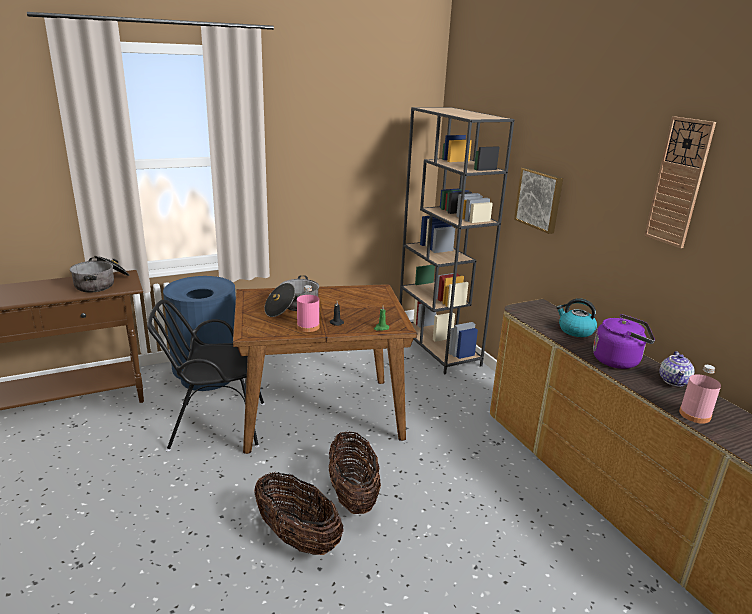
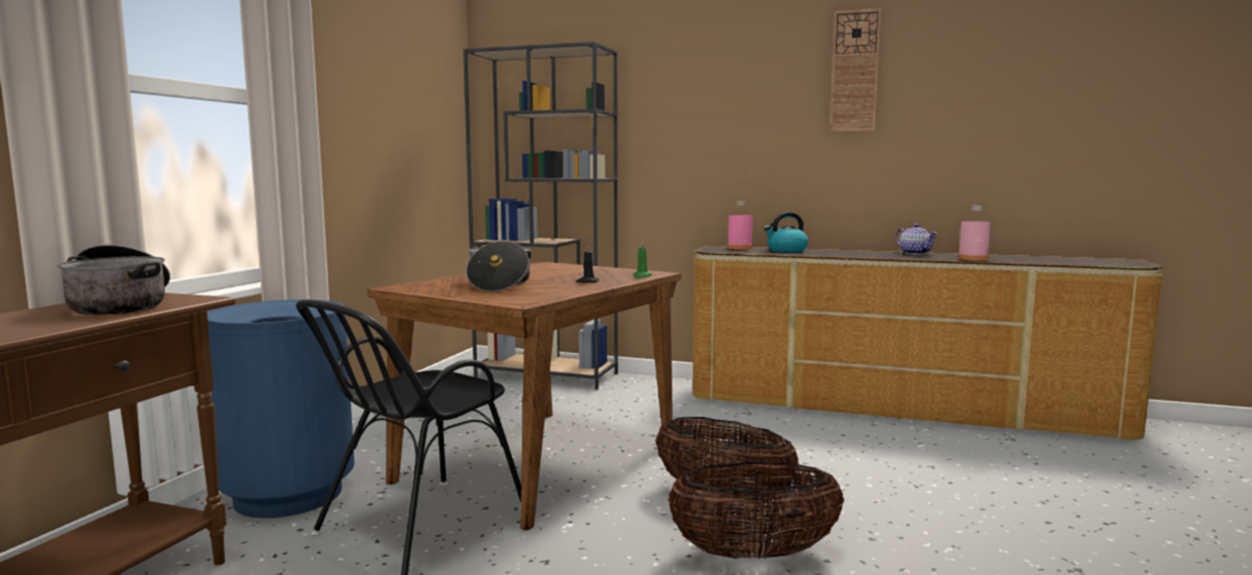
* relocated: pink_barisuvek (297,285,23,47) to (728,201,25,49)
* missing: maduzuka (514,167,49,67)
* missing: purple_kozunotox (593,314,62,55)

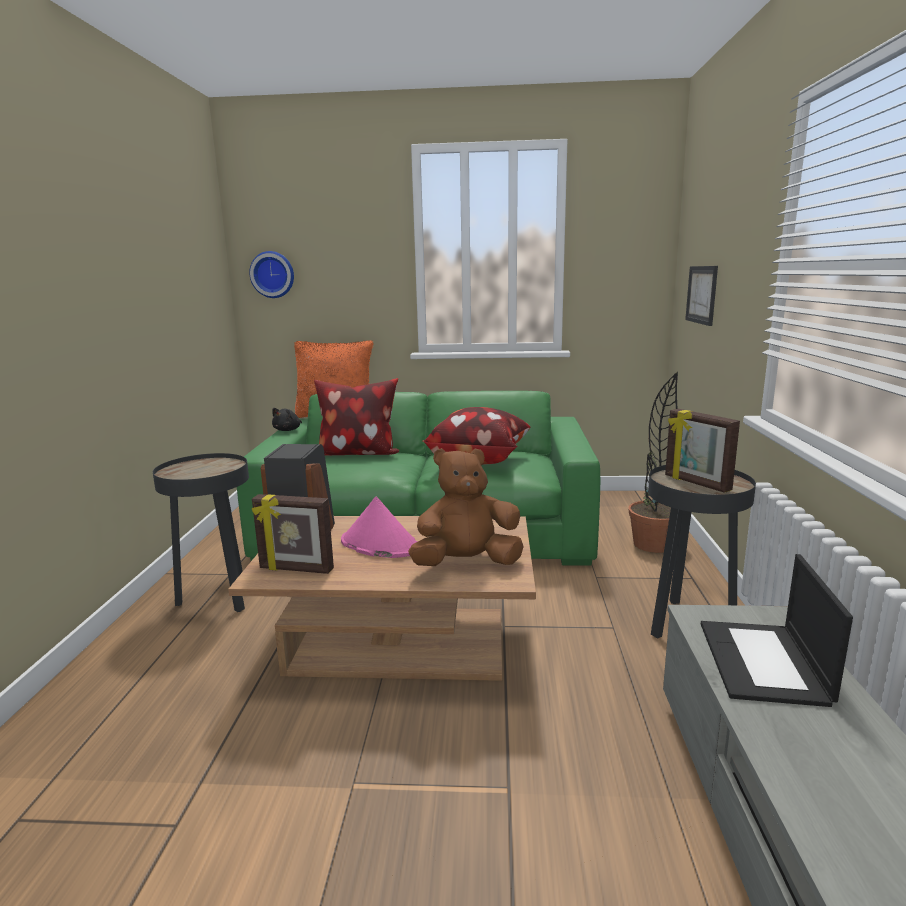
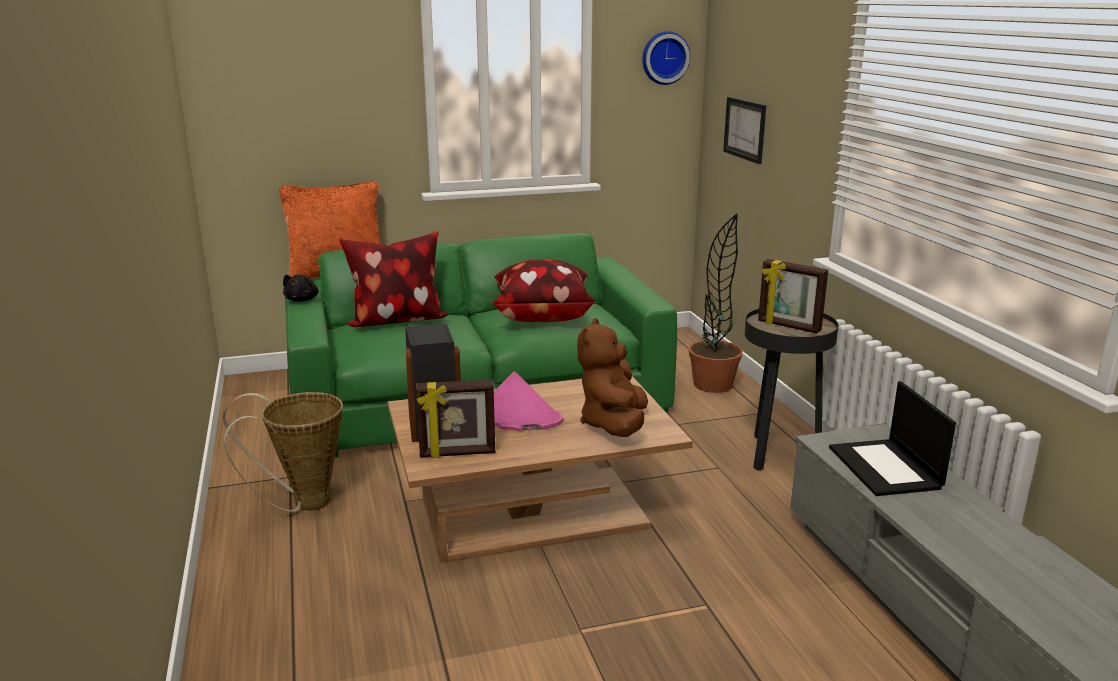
* exchanged: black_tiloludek (153,453,96,159) to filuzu (223,392,120,120)
* spun: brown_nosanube (408,448,116,118) = (577,318,71,119) 45 degrees counterclockwise
* relocated: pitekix (249,251,45,47) to (642,31,48,54)

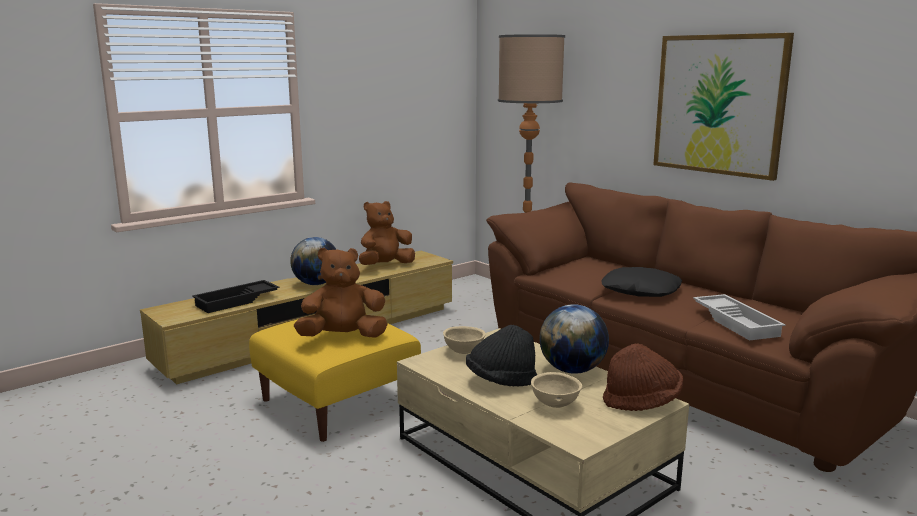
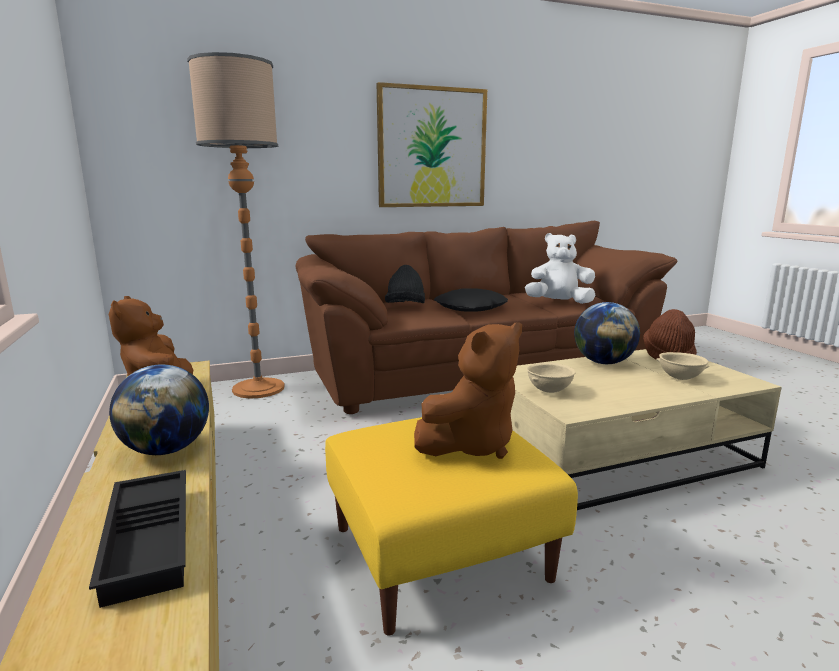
* relocated: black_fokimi (466,325,71,62) to (385,265,40,38)
* spun: brown_nosanube (294,248,94,89) = (414,322,108,137) 135 degrees counterclockwise
* exchanged: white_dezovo (693,294,93,46) to white_nosanube (525,233,70,71)

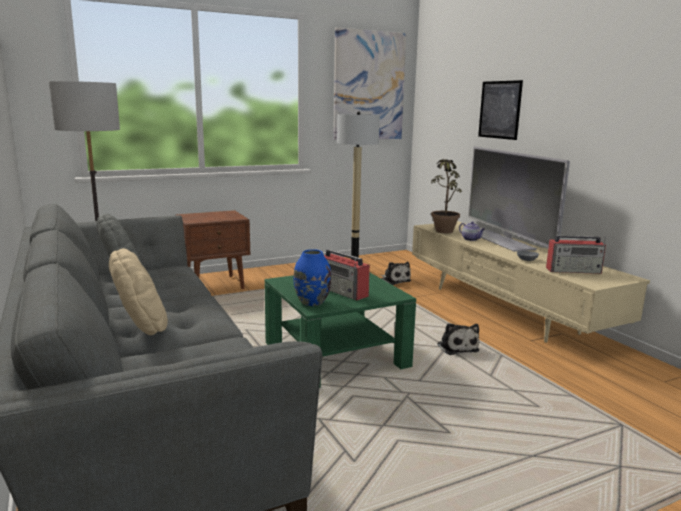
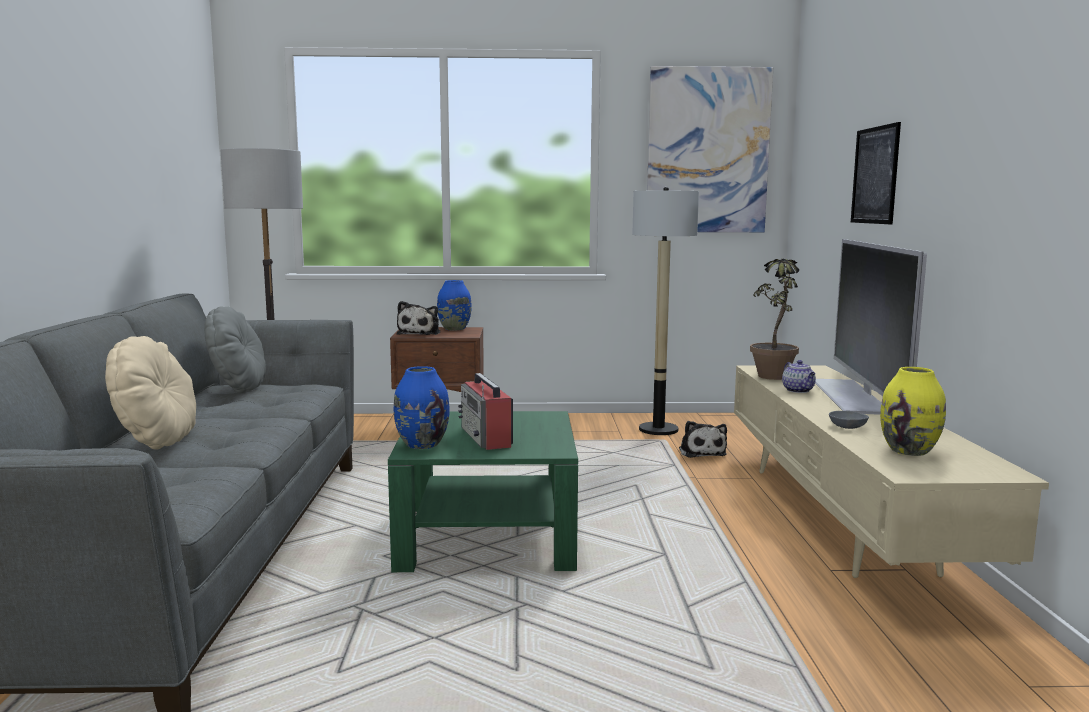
* relocated: nosanube (437,323,42,32) to (397,301,44,34)
* appeared: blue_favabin (437,280,35,50)
* exchanged: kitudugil (546,235,60,39) to yellow_favabin (880,367,66,89)

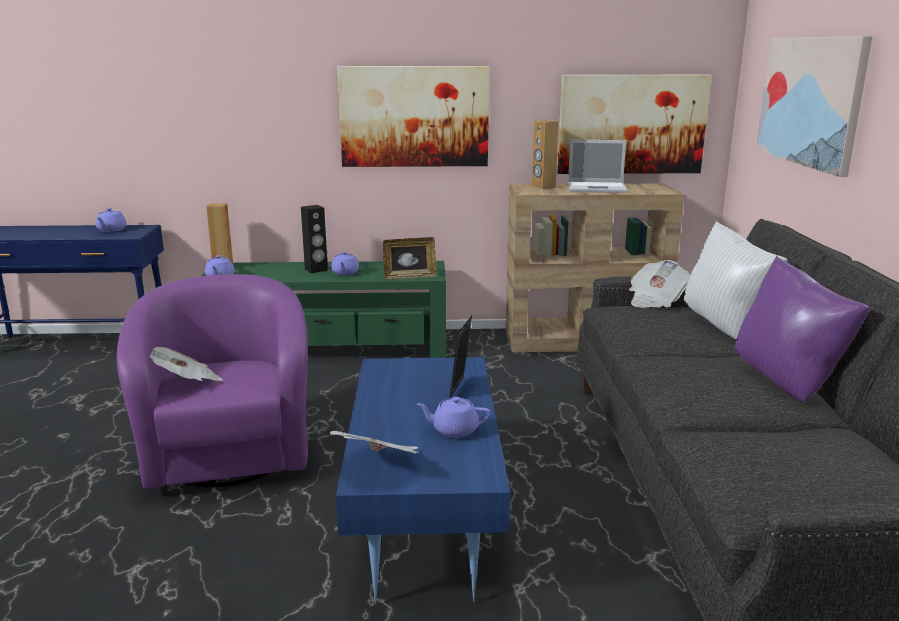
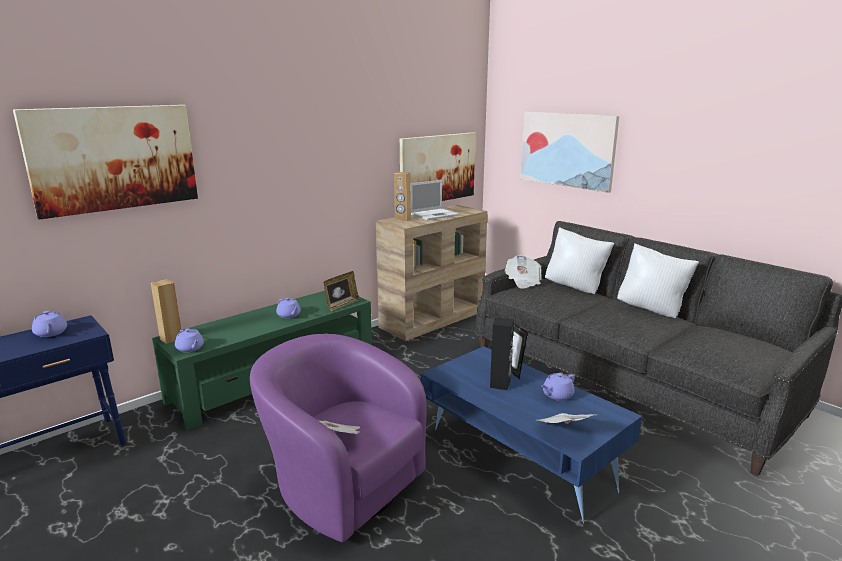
* relocated: maduzuka (337,66,152,101) to (13,105,185,115)
* relocated: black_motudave (301,205,27,68) to (490,317,24,73)
* colour: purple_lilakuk (734,256,136,146) to white_lilakuk (617,243,82,75)

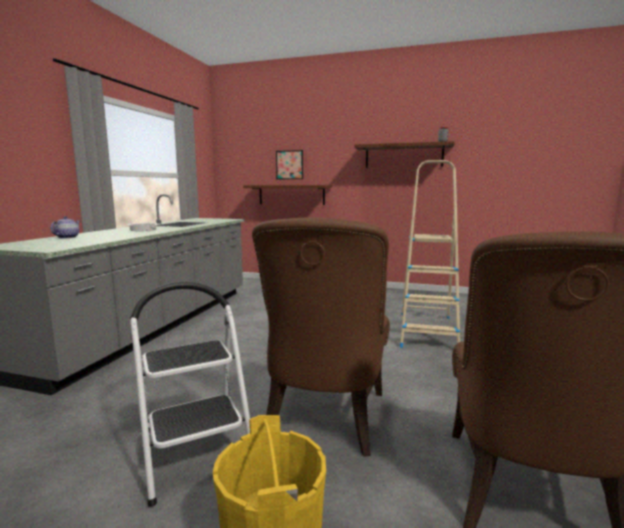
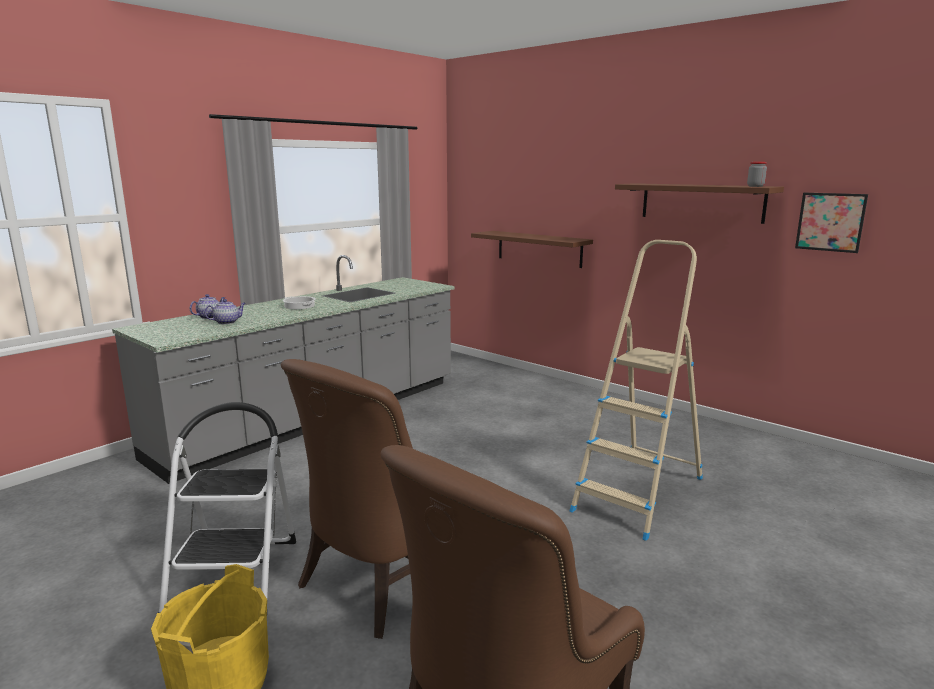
* appeared: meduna (204,299,42,25)
* relocated: maduzuka (276,150,27,29) to (795,193,73,60)

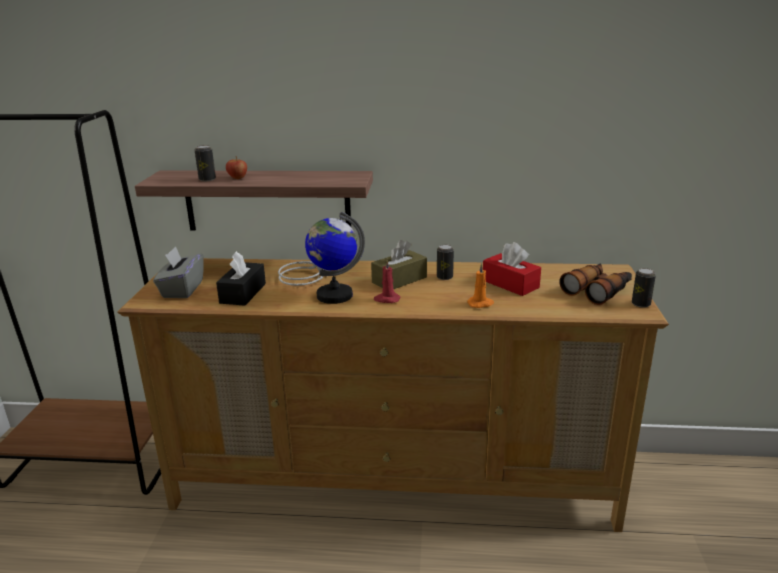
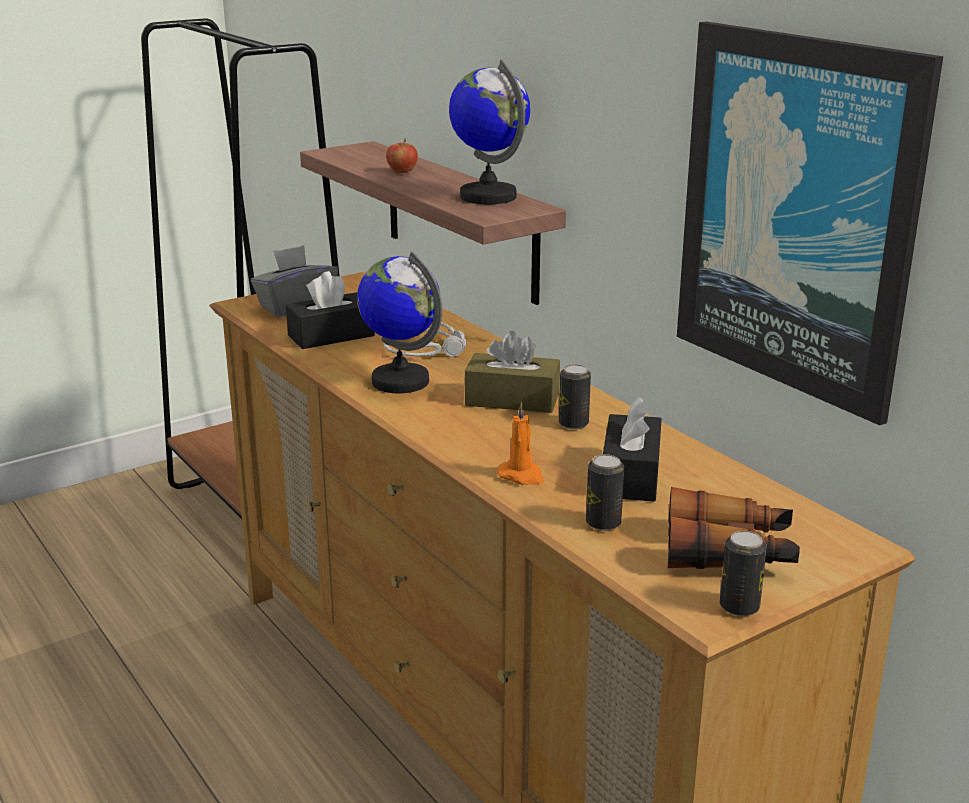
* appeared: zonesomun (449,60,81,144)
* relocated: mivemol (195,145,21,36) to (586,454,38,77)
* colour: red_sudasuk (483,242,58,54) to black_sudasuk (603,397,59,105)
* appeared: maduzuka (677,21,266,404)
* missing: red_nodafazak (374,259,26,44)

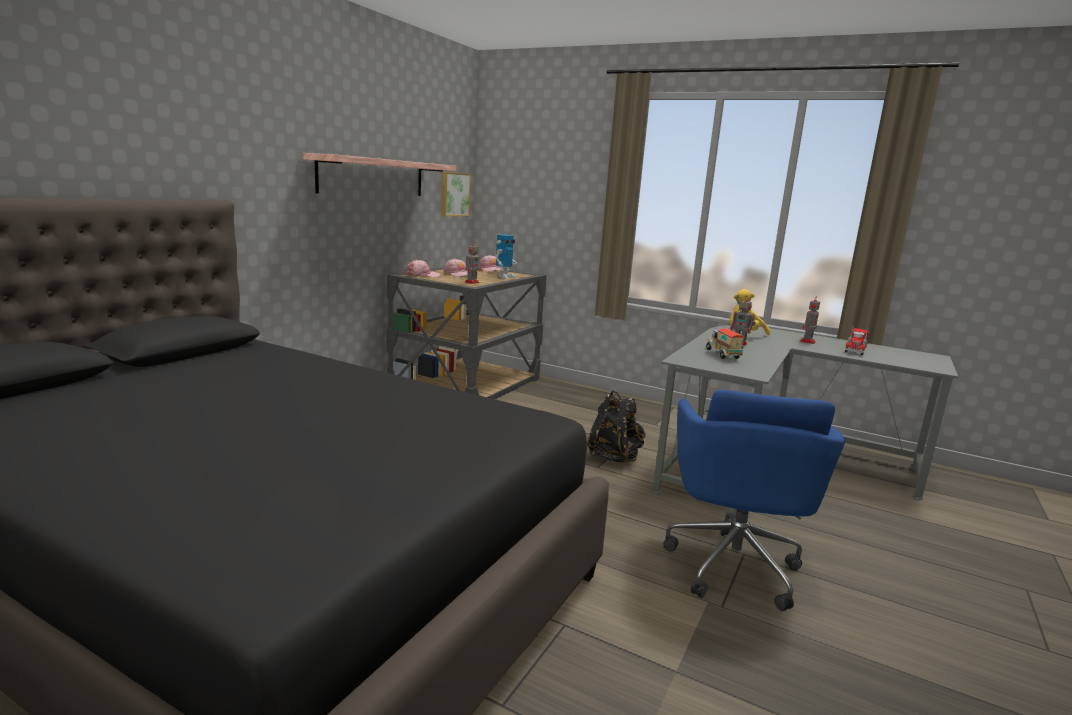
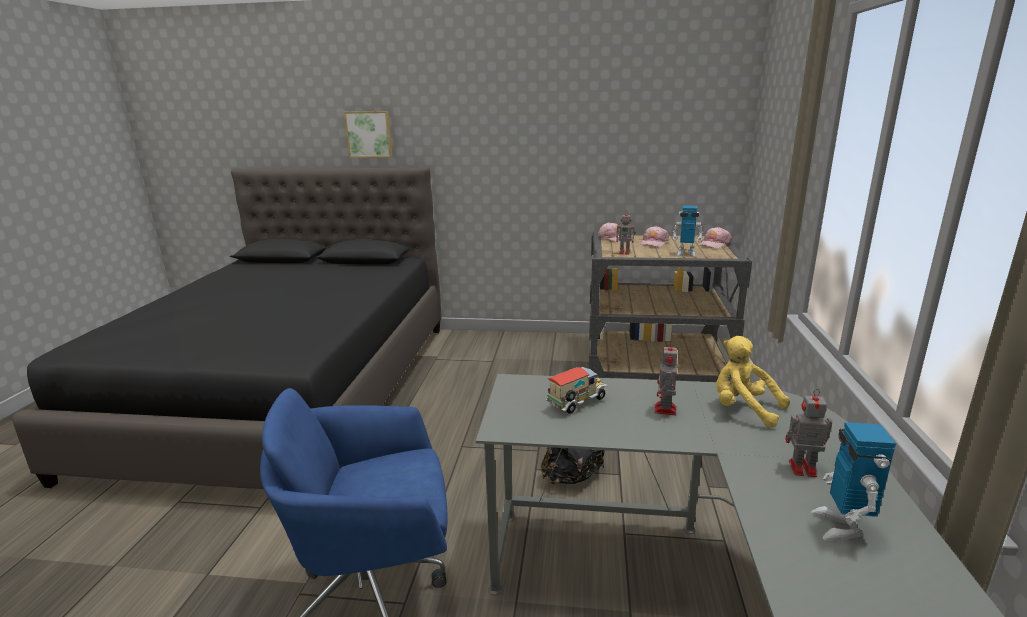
* relocated: maduzuka (441,172,30,45) to (344,111,49,47)
* exchanged: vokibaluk (845,325,24,30) to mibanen (810,422,86,120)
* missing: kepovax (303,153,153,43)

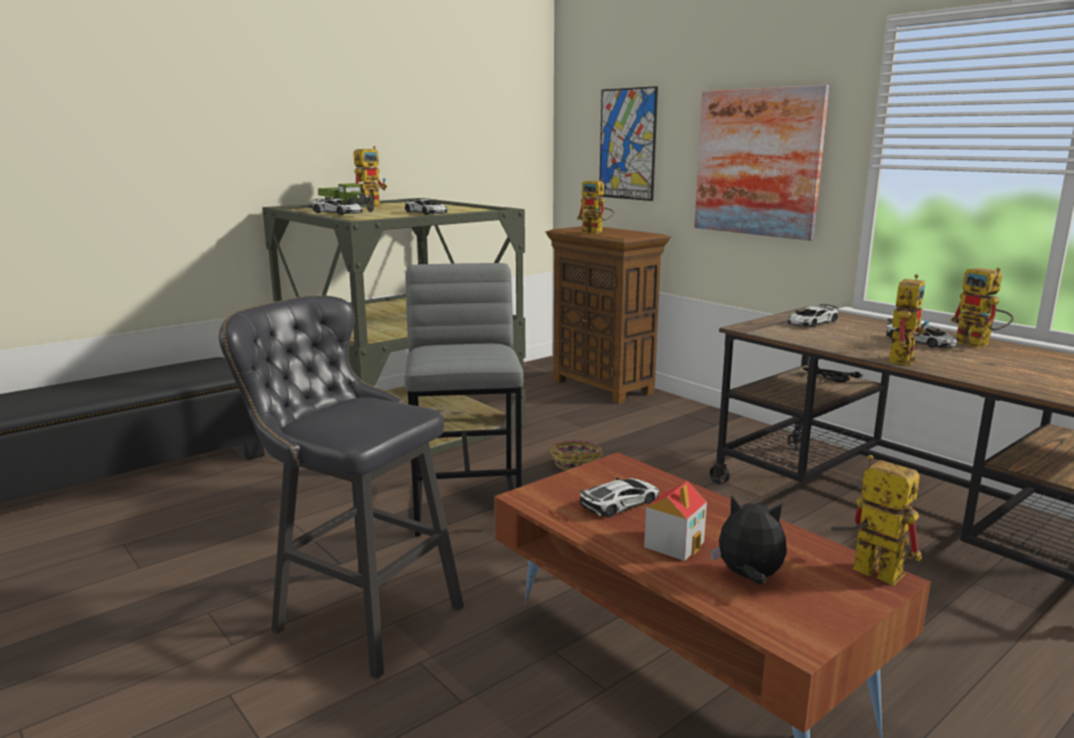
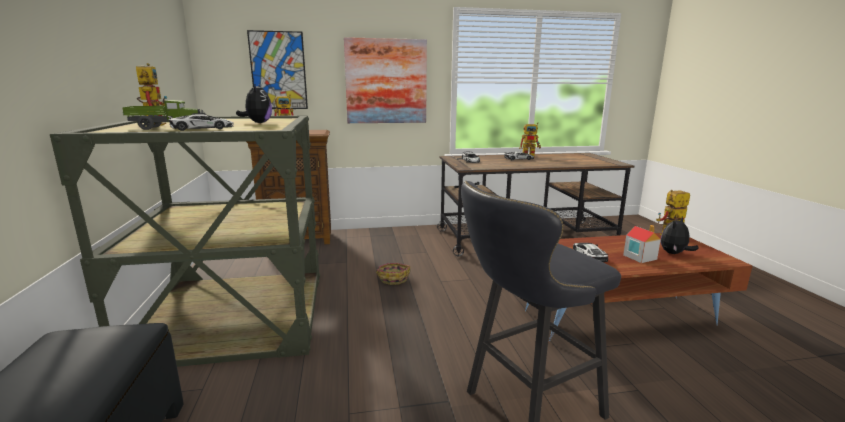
* exchanged: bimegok (405,199,43,16) to nosanube (236,84,36,39)
* missing: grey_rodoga (404,263,120,274)
* missing: mibanen (887,274,42,92)

